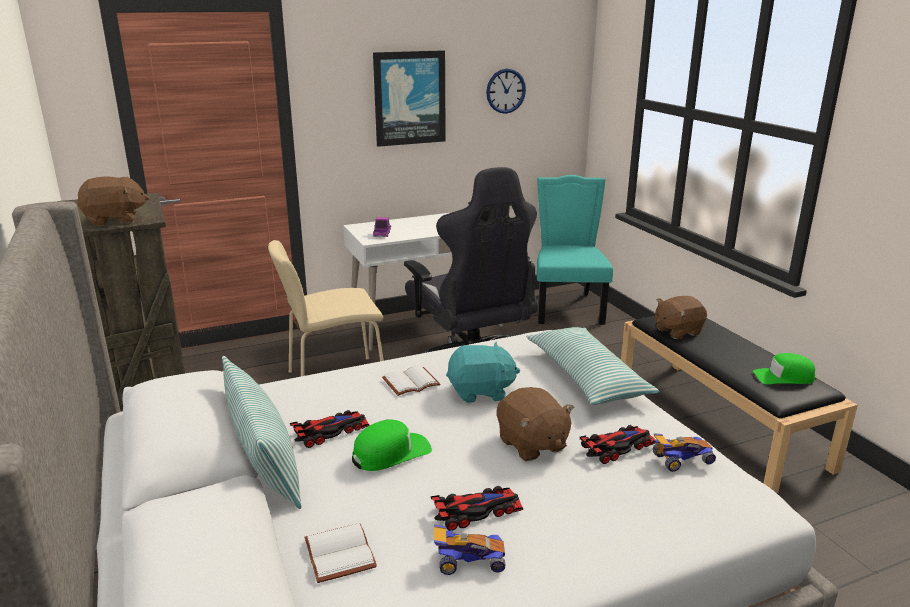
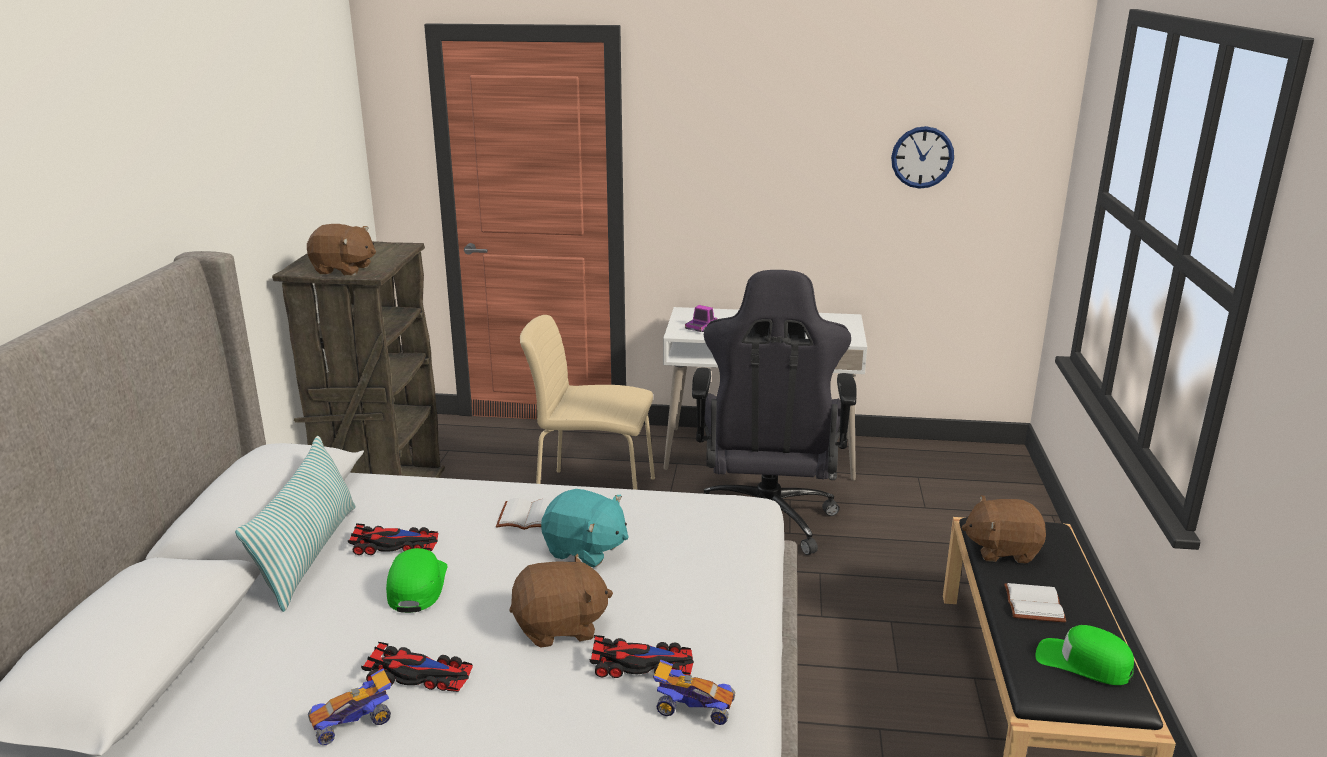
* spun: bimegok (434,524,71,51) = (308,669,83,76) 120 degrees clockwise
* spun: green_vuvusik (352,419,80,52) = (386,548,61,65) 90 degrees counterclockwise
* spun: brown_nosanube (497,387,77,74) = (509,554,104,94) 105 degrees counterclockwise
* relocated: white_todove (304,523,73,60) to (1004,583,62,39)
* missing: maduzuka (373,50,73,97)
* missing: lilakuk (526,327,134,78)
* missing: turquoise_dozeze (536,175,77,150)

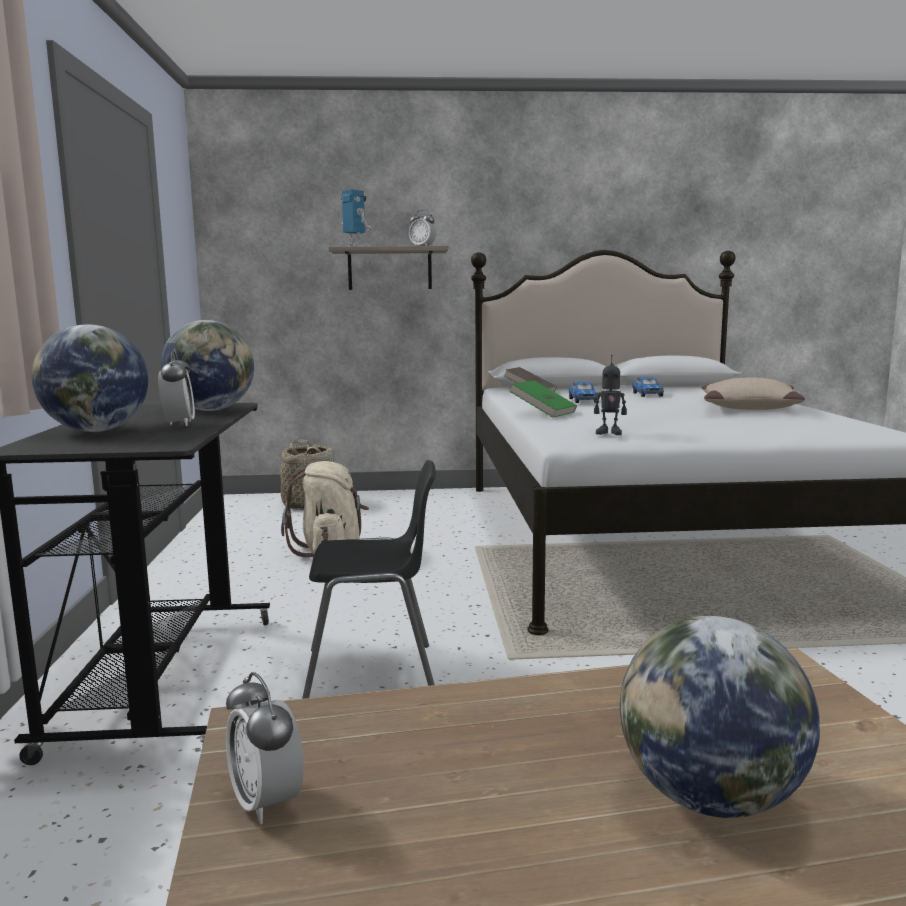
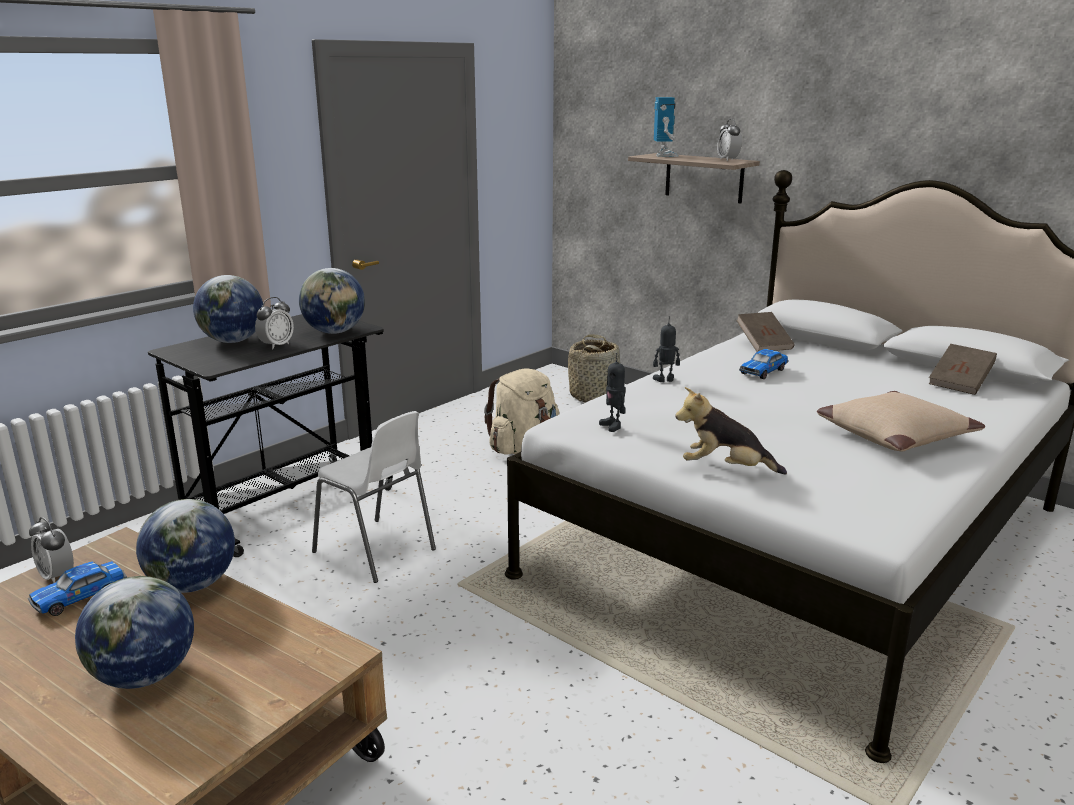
* relocated: bimegok (632,377,32,20) to (28,561,99,55)
* spun: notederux (226,672,78,152) = (29,517,45,66) 60 degrees counterclockwise
* appeared: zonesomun (136,499,99,94)
* colour: black_dozeze (302,460,134,239) to white_dozeze (312,411,124,172)
* exchanged: green_todove (509,381,68,36) to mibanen (653,316,27,66)
* appeared: nosanube (675,387,112,88)
* appeared: brown_todove (929,344,68,51)

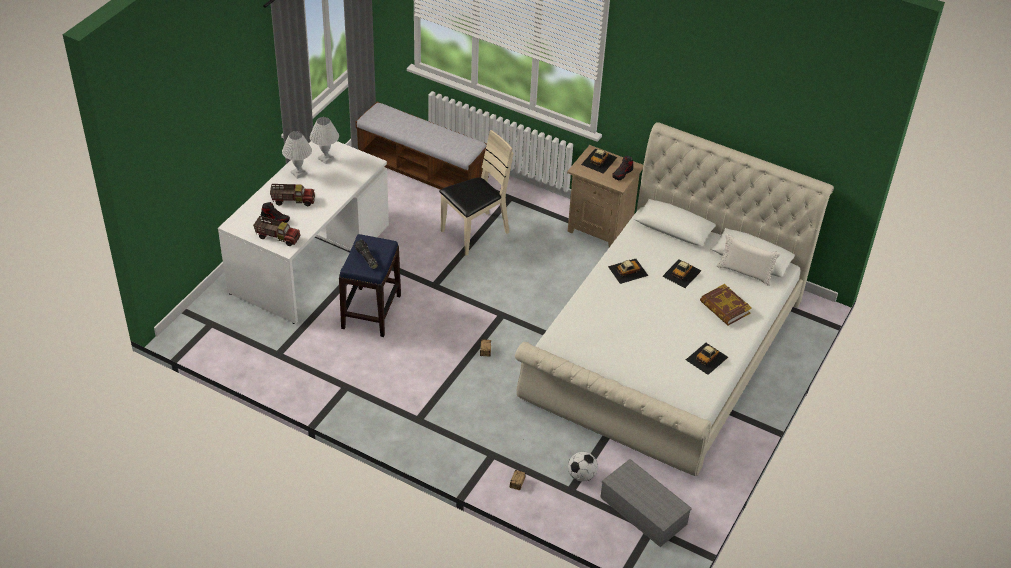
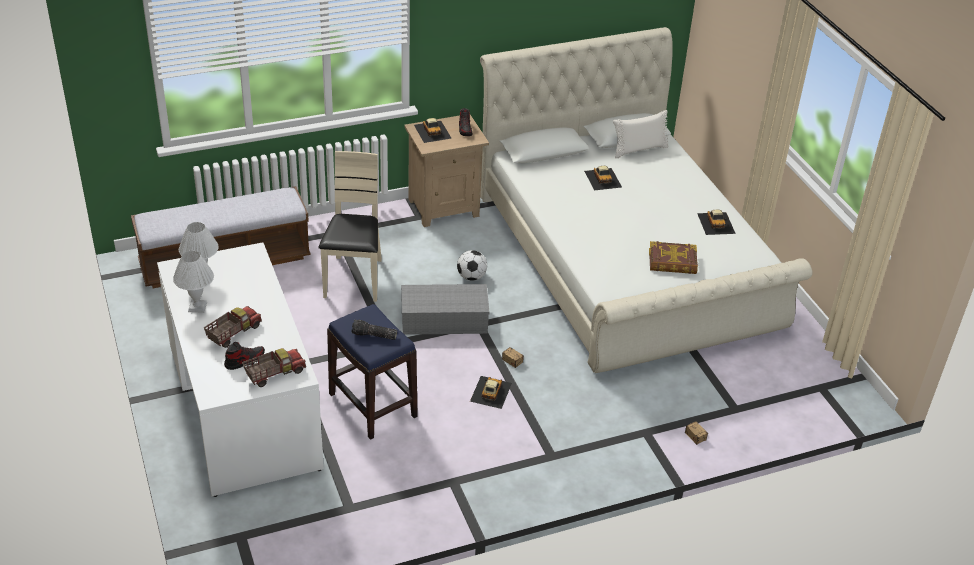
* relocated: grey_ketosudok (600,459,92,88) to (401,284,89,51)
* relocated: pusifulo (568,452,30,30) to (457,250,30,31)
* relocated: bimegok (608,259,40,25) to (470,376,42,33)
* relocated: todove (700,284,52,41) to (649,241,49,33)

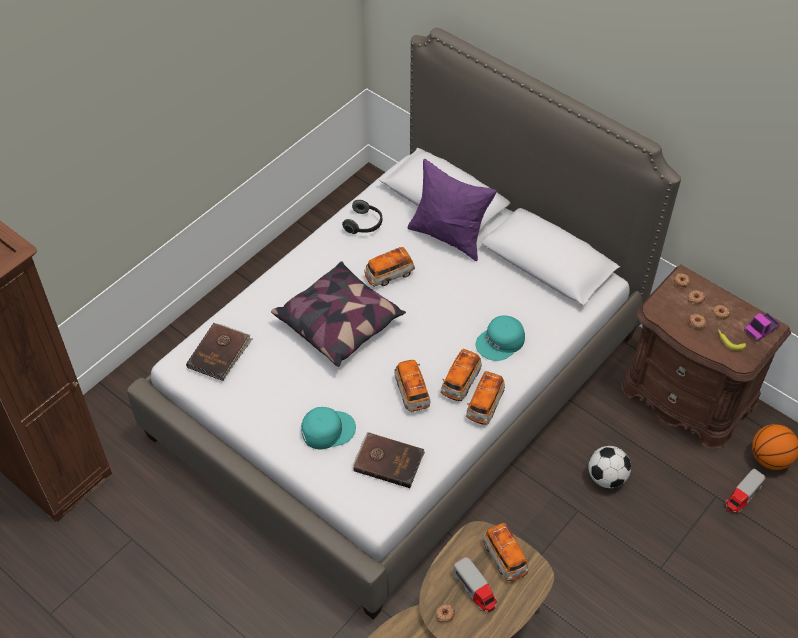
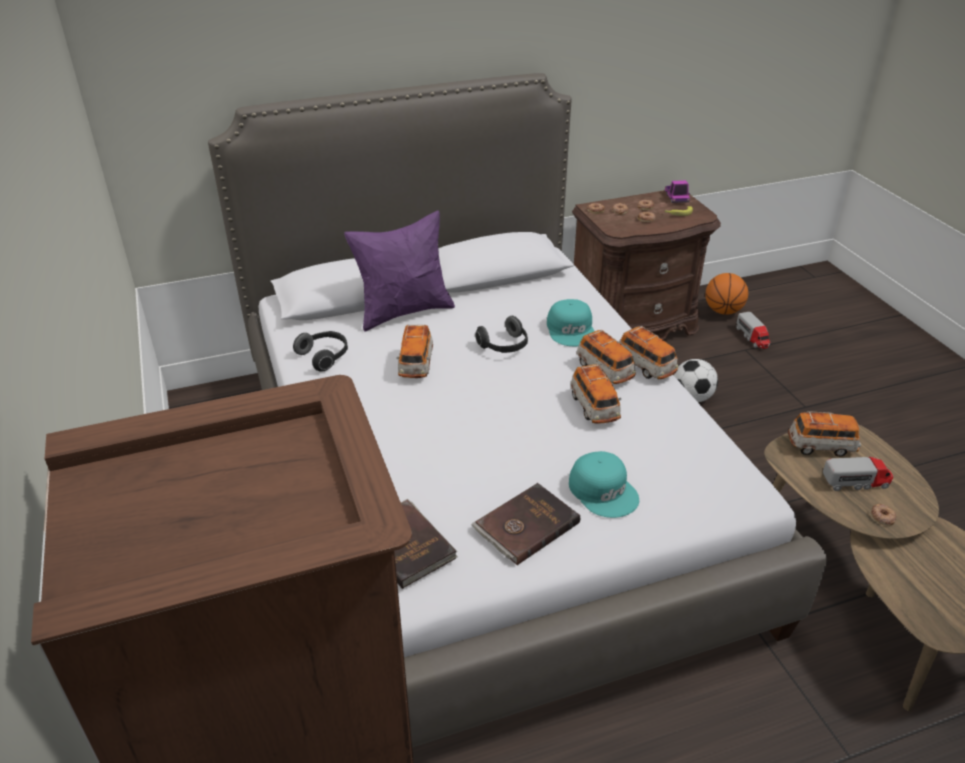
* relocated: brown_todove (353,432,72,56) to (471,483,109,82)
* appeared: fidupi (475,316,53,37)
* spun: turquoise_vuvusik (301,407,55,42) = (569,451,70,67) 135 degrees clockwise
* spun: bimegok (394,360,37,52) = (570,364,51,60) 120 degrees counterclockwise
* missing: lilakuk (271,261,135,106)

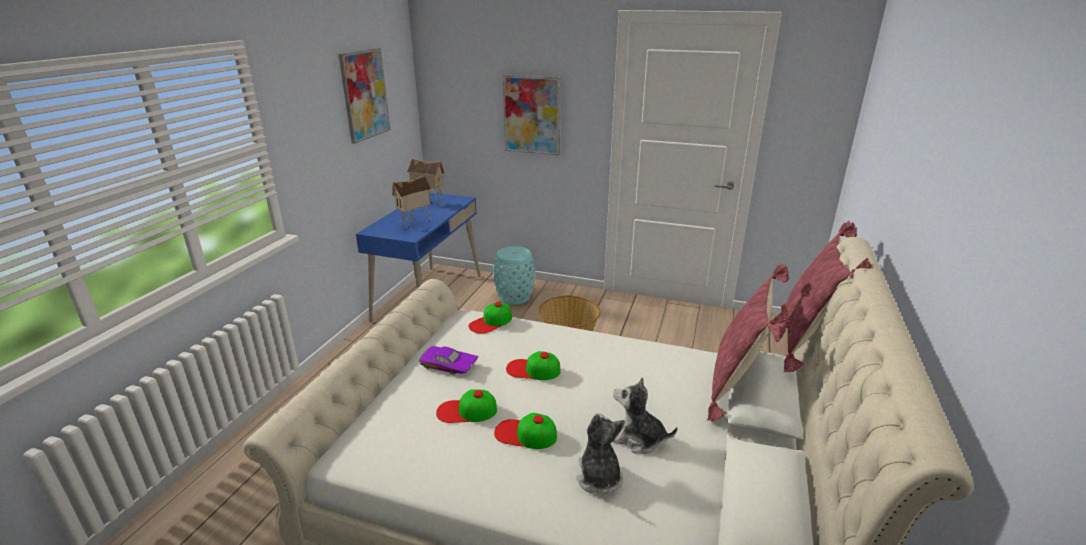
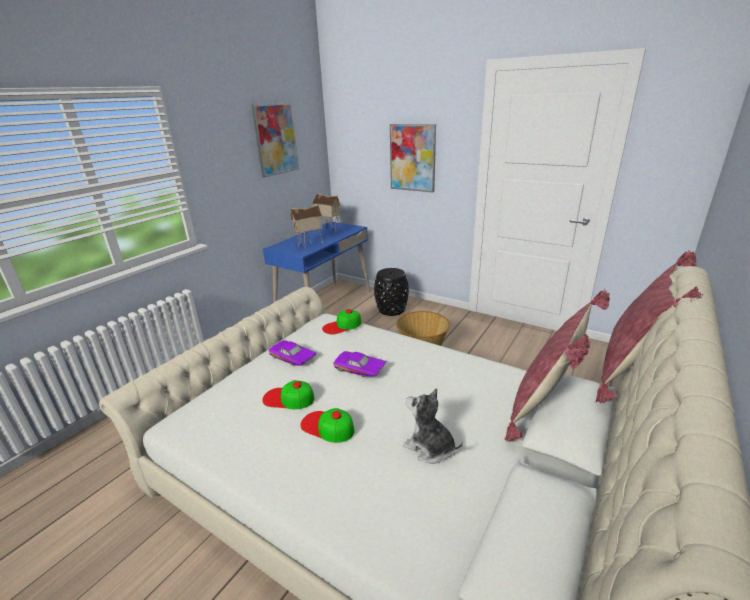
* exchanged: vuvusik (506,351,55,29) to purple_bimegok (334,351,52,26)
* colour: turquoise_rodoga (493,246,42,59) to black_rodoga (374,268,35,48)
* missing: nosanube (576,413,49,81)

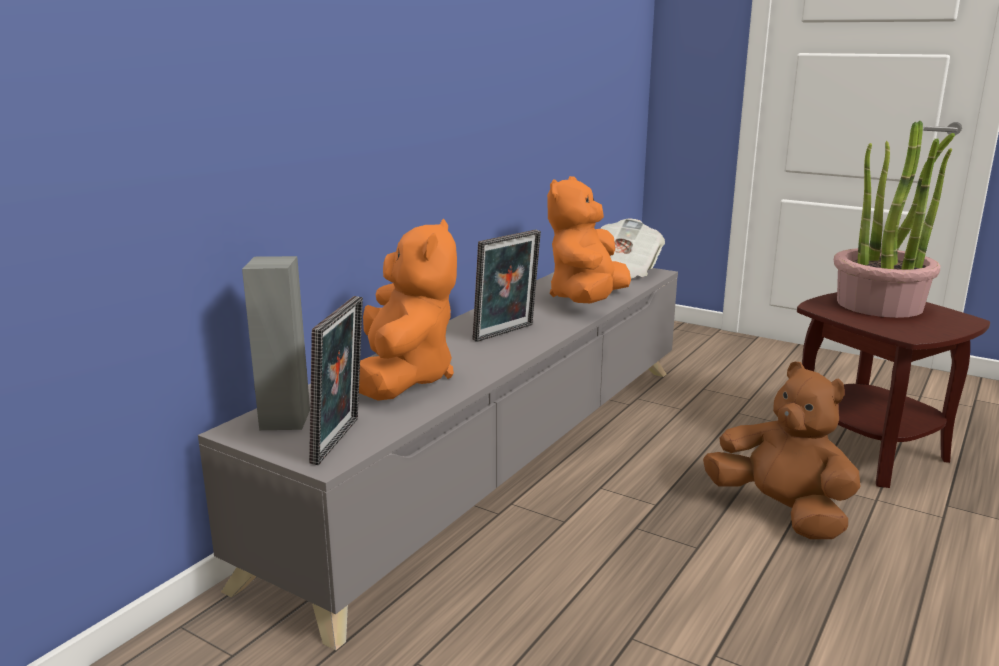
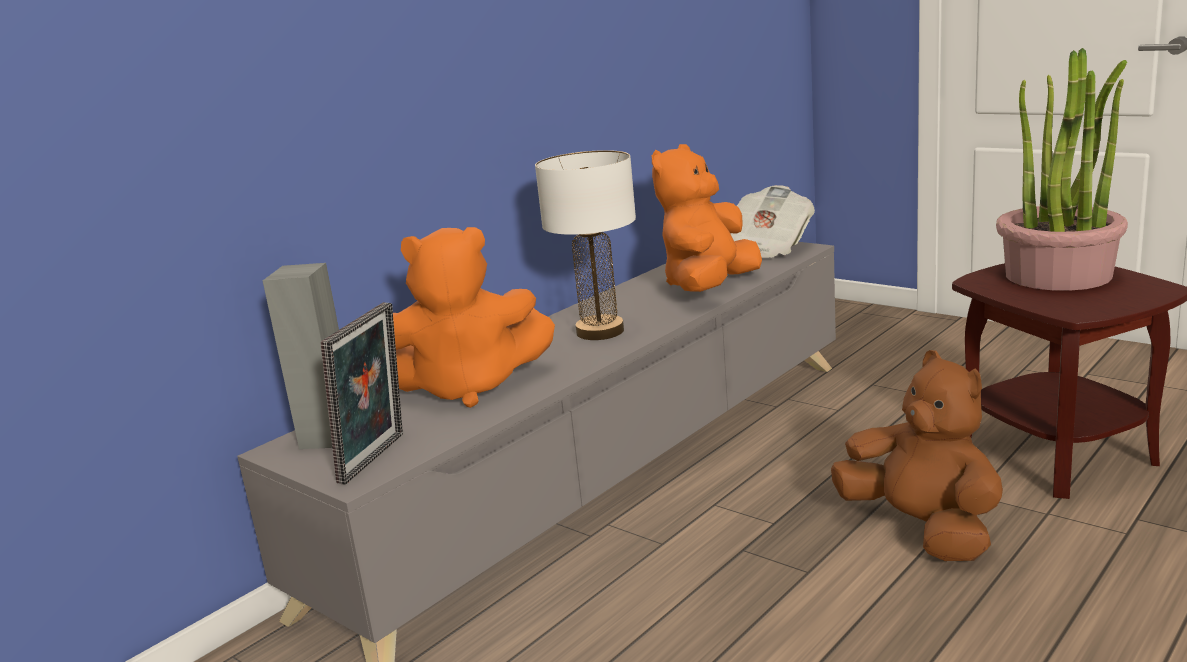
* spun: orange_nosanube (359,219,98,182) = (393,227,162,181) 75 degrees clockwise
* exchanged: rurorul (473,230,68,112) to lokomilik (535,150,101,190)

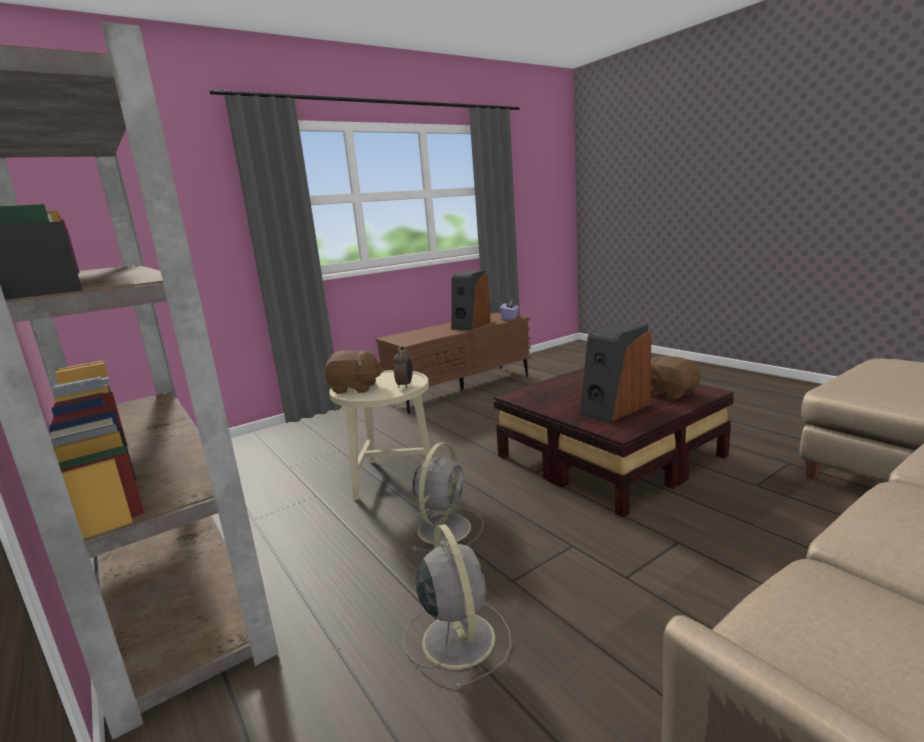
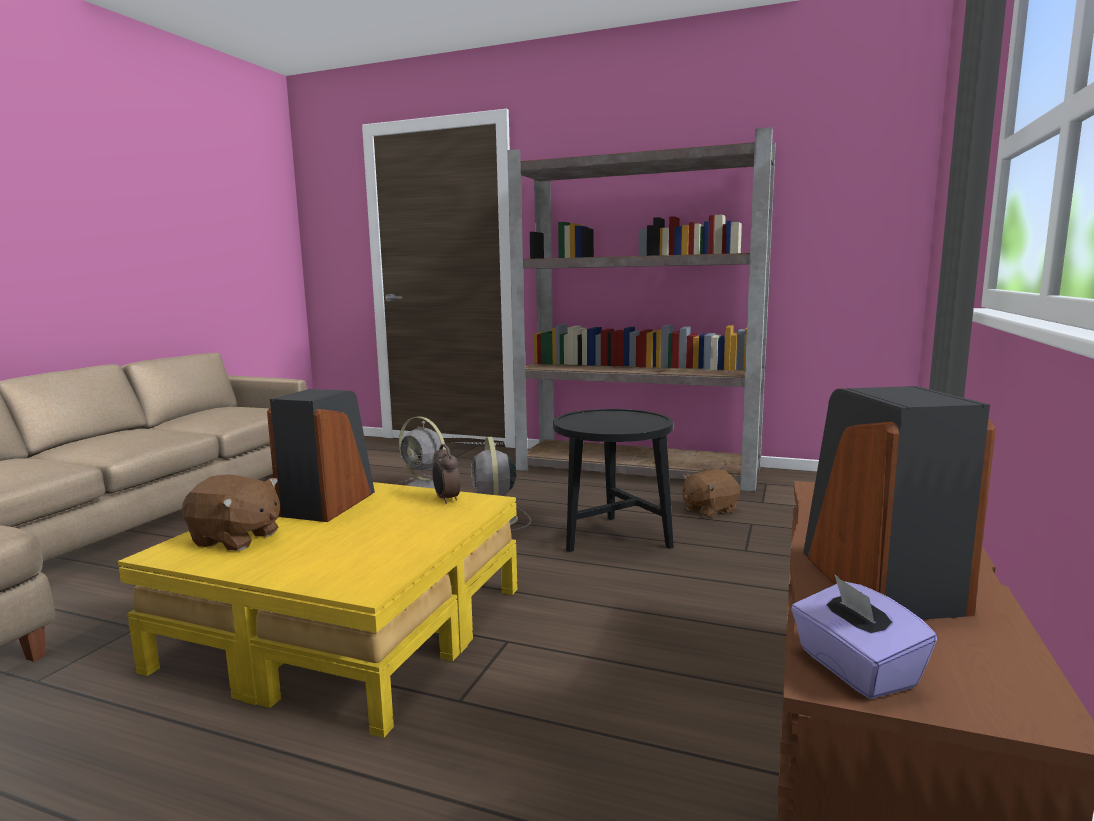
* colour: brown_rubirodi (494,368,240,149) to yellow_rubirodi (118,482,399,256)
* relocated: notederux (394,346,18,42) to (432,444,28,60)
* colour: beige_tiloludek (329,370,102,130) to black_tiloludek (553,409,121,143)
* relocated: brown_nosanube (324,350,60,44) to (682,469,58,49)

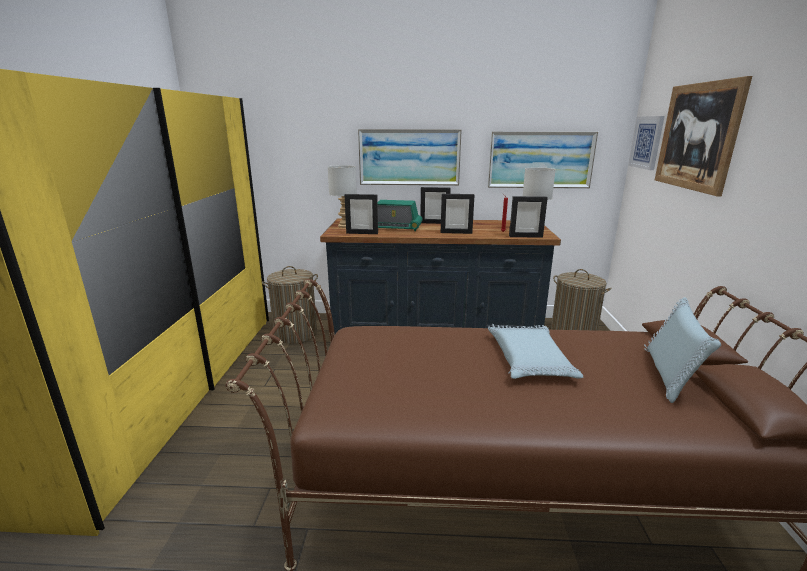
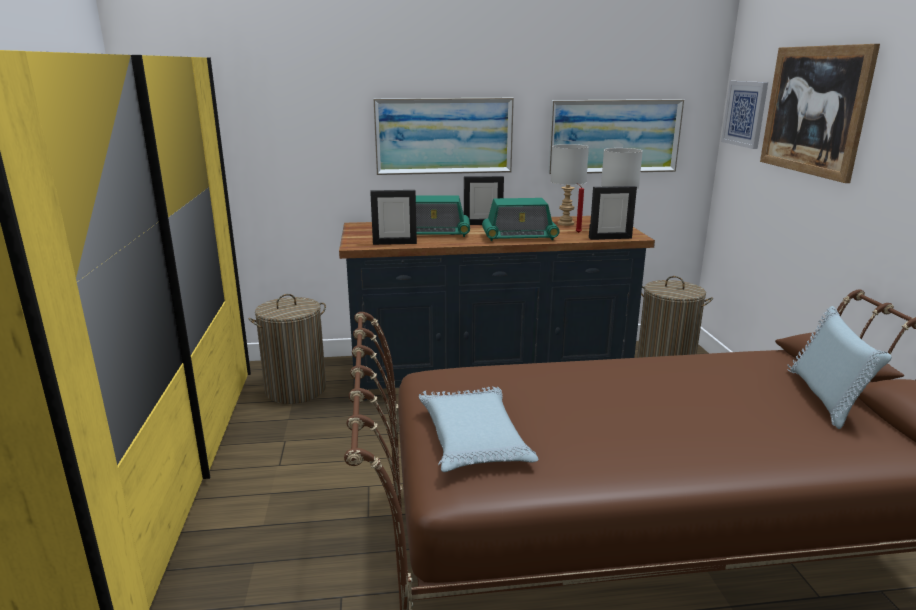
* relocated: blue_lilakuk (488,324,95,55) to (419,387,120,85)
* exchanged: rurorul (441,194,34,40) to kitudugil (482,198,78,43)
* relocated: grey_lokomilik (328,165,29,63) to (550,144,39,82)

